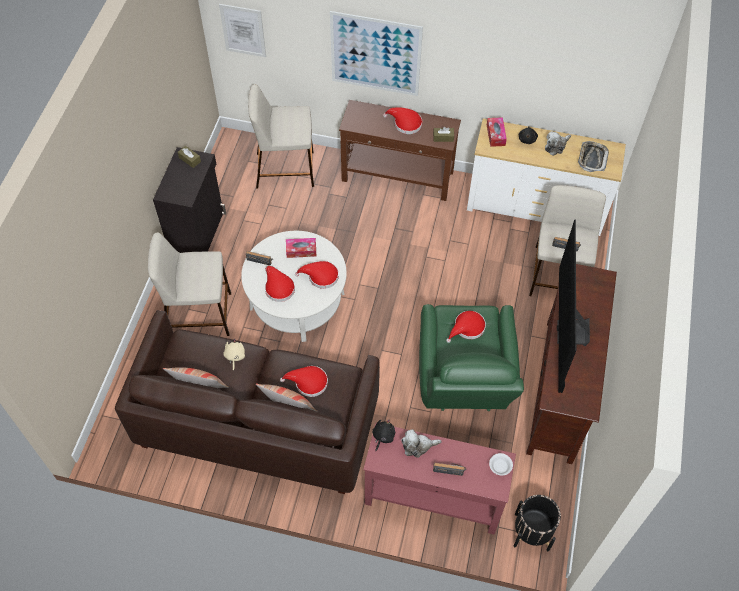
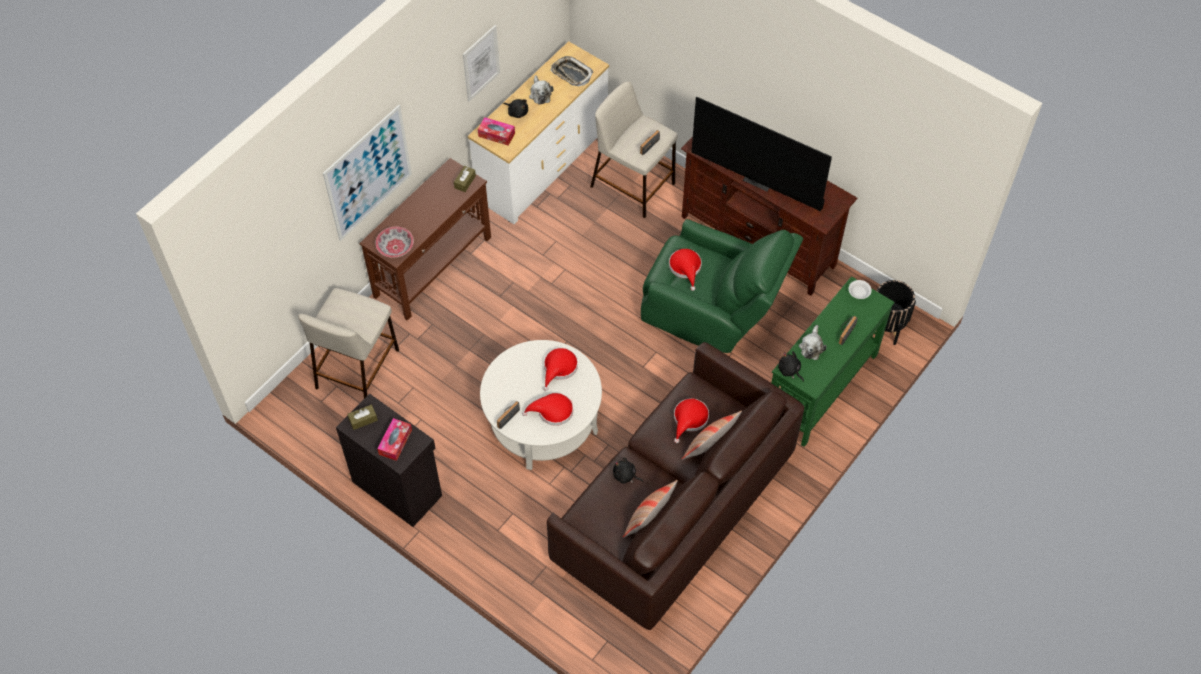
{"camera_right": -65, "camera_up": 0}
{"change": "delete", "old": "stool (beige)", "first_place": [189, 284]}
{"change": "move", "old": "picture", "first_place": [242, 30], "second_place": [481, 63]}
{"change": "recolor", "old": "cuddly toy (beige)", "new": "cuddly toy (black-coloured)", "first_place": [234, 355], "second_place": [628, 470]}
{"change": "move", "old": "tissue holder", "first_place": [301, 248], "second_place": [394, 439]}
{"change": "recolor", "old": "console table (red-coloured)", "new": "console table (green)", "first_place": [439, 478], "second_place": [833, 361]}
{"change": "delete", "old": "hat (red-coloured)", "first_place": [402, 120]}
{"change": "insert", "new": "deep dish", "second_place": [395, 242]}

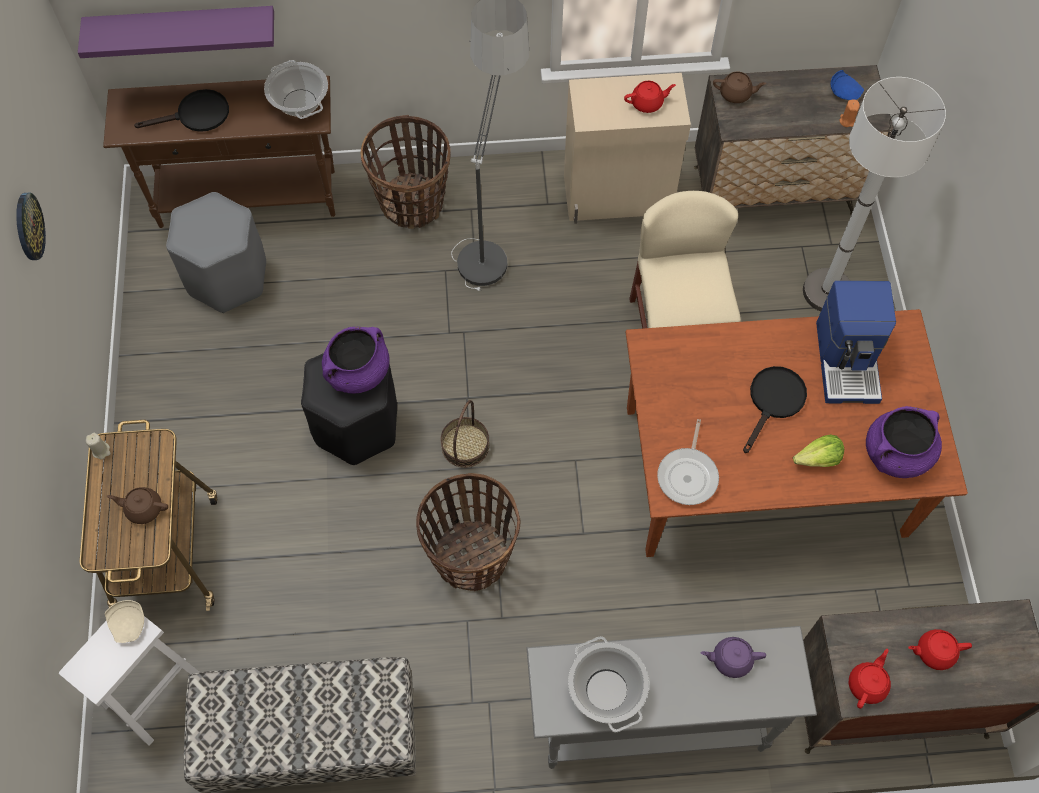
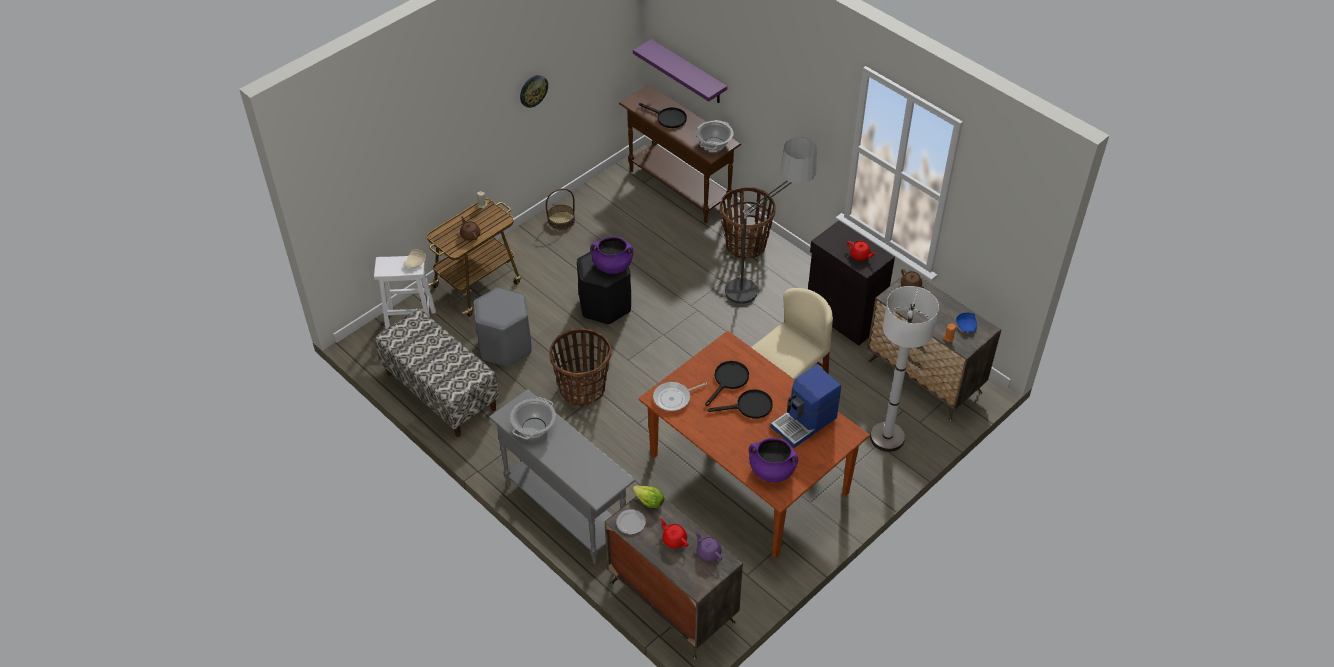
{"camera_right": 50, "camera_up": -15}
{"change": "move", "old": "stool (greyish)", "first_place": [216, 252], "second_place": [502, 327]}
{"change": "move", "old": "household basket", "first_place": [465, 434], "second_place": [560, 209]}
{"change": "recolor", "old": "cupboard (beige)", "new": "cupboard (black-coloured)", "first_place": [627, 148], "second_place": [851, 283]}
{"change": "move", "old": "pot for tea (purplish)", "first_place": [733, 657], "second_place": [708, 545]}
{"change": "move", "old": "lettuce head", "first_place": [818, 450], "second_place": [648, 497]}
{"change": "replace", "old": "pot for tea (red-coloured)", "new": "dinner plate", "first_place": [870, 679], "second_place": [631, 522]}
{"change": "insert", "new": "skillet (black-coloured)", "second_place": [727, 383]}

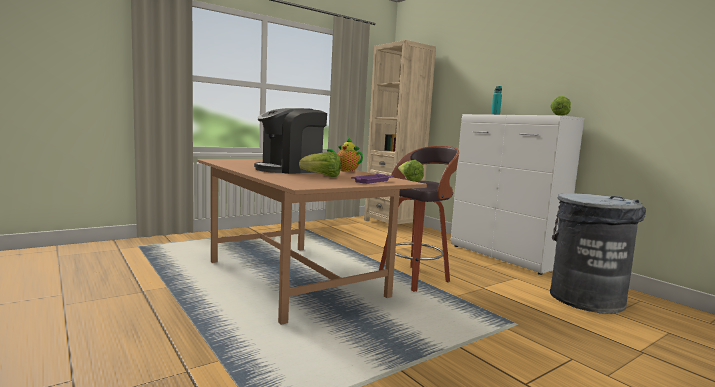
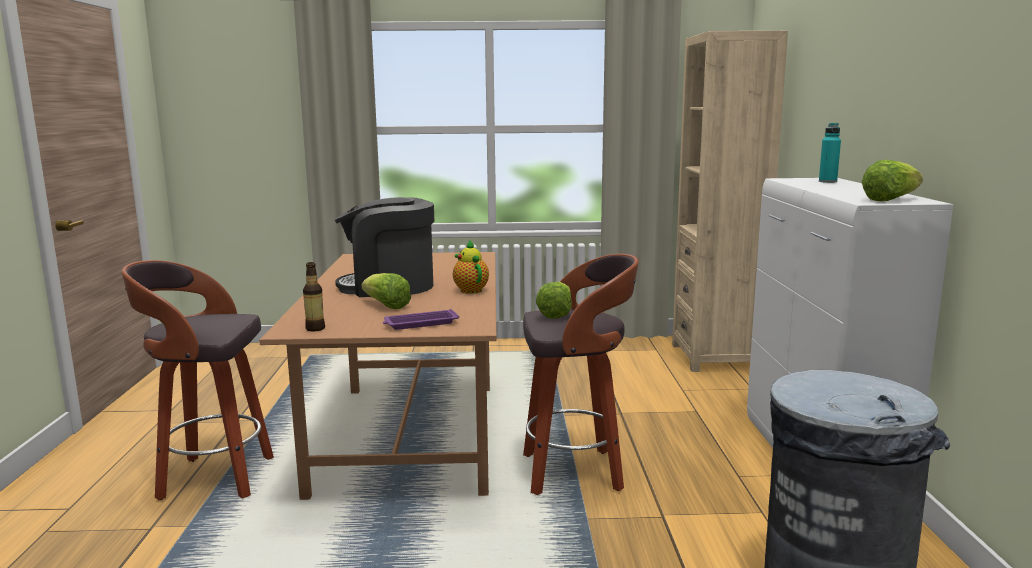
{"camera_right": 35, "camera_up": 5}
{"change": "insert", "new": "stool", "second_place": [197, 380]}
{"change": "insert", "new": "beverage bottle", "second_place": [314, 297]}

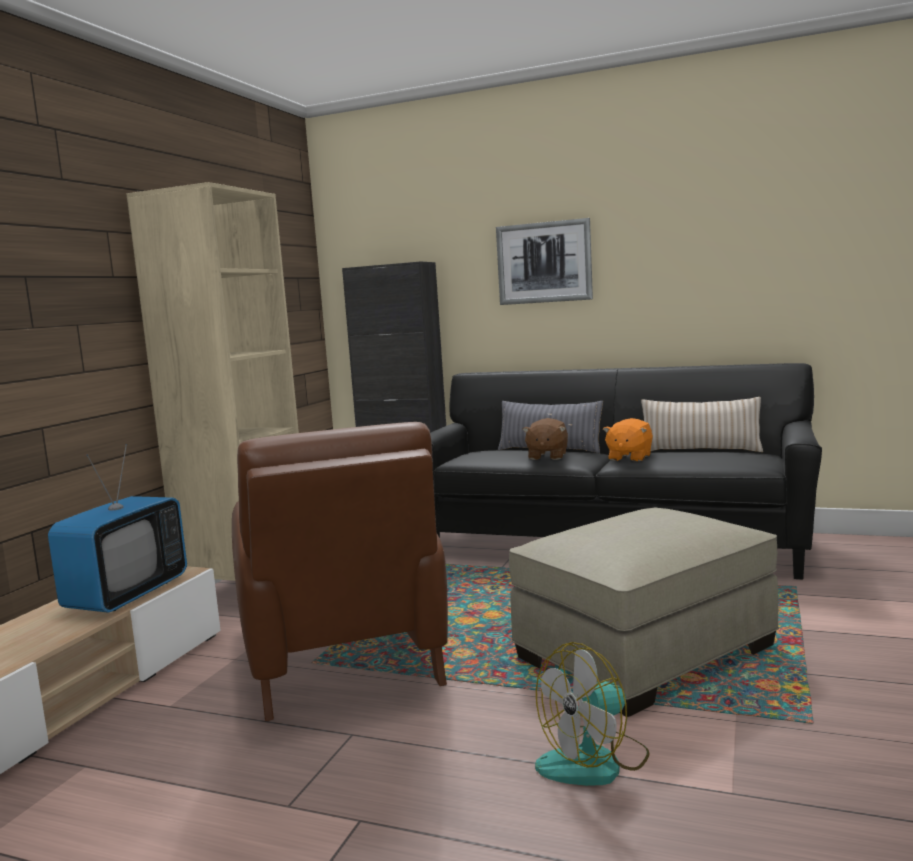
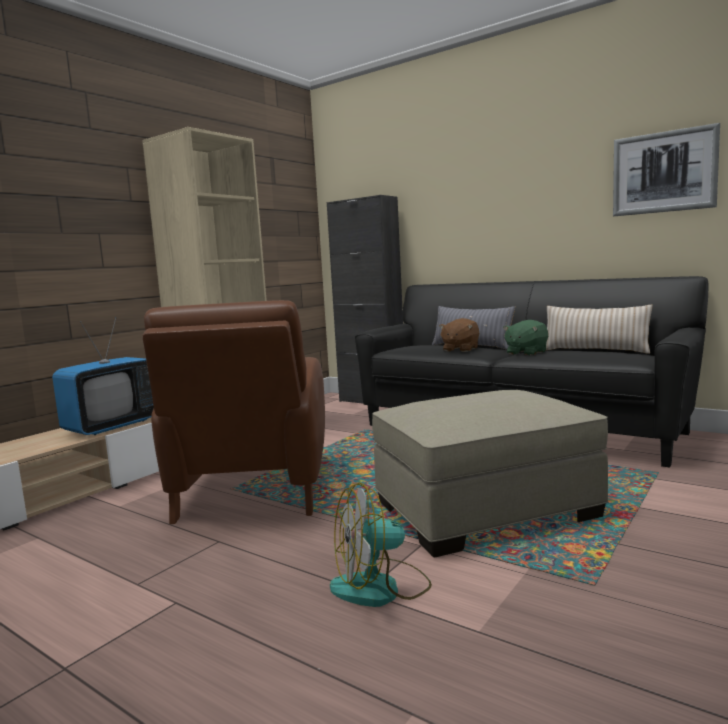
{"camera_right": 15, "camera_up": 0}
{"change": "move", "old": "picture", "first_place": [544, 261], "second_place": [666, 169]}
{"change": "recolor", "old": "cuddly toy (orange)", "new": "cuddly toy (green)", "first_place": [628, 439], "second_place": [525, 337]}

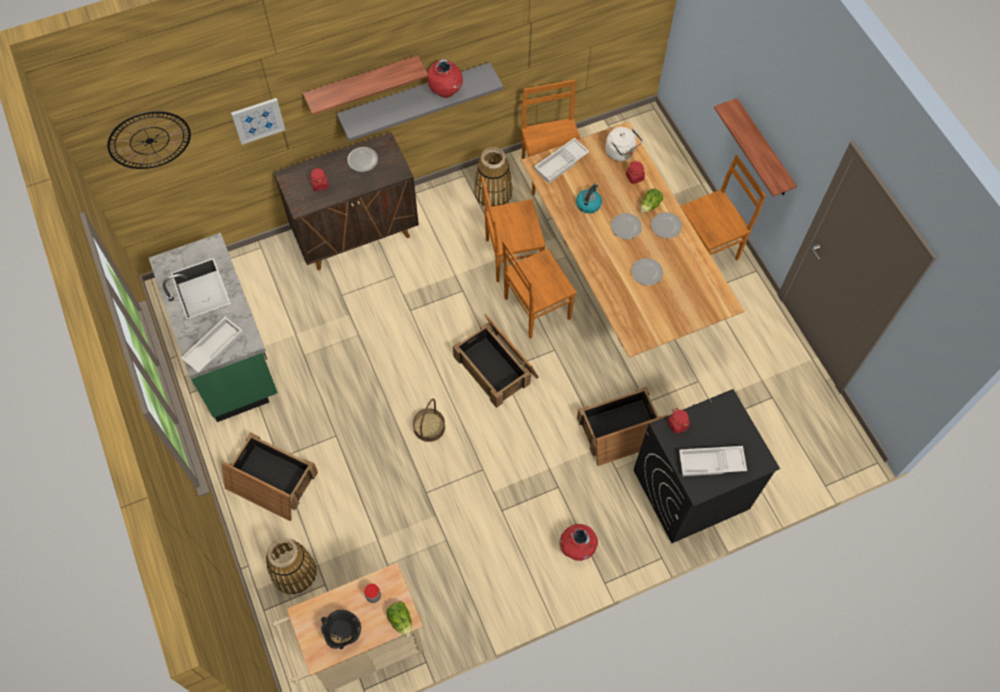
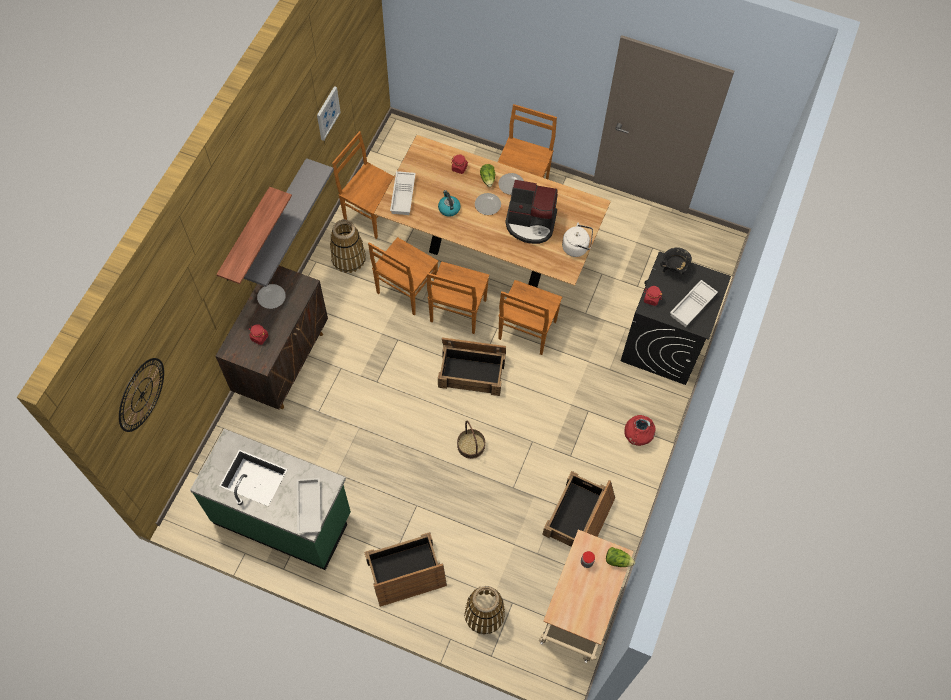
{"camera_right": -45, "camera_up": 0}
{"change": "move", "old": "picture", "first_place": [258, 121], "second_place": [329, 113]}
{"change": "move", "old": "cooking pot (black-coloured)", "first_place": [341, 629], "second_place": [676, 260]}
{"change": "delete", "old": "vase (red-coloured)", "first_place": [445, 78]}
{"change": "move", "old": "shipping crate", "first_place": [622, 426], "second_place": [578, 509]}
{"change": "move", "old": "kettle (white-coloured)", "first_place": [624, 144], "second_place": [577, 240]}
{"change": "replace", "old": "dinner plate", "new": "coffee machine", "first_place": [647, 272], "second_place": [531, 212]}
{"change": "delete", "old": "wall shelf", "first_place": [755, 147]}
{"change": "insert", "new": "plain chair (brown)", "second_place": [530, 317]}

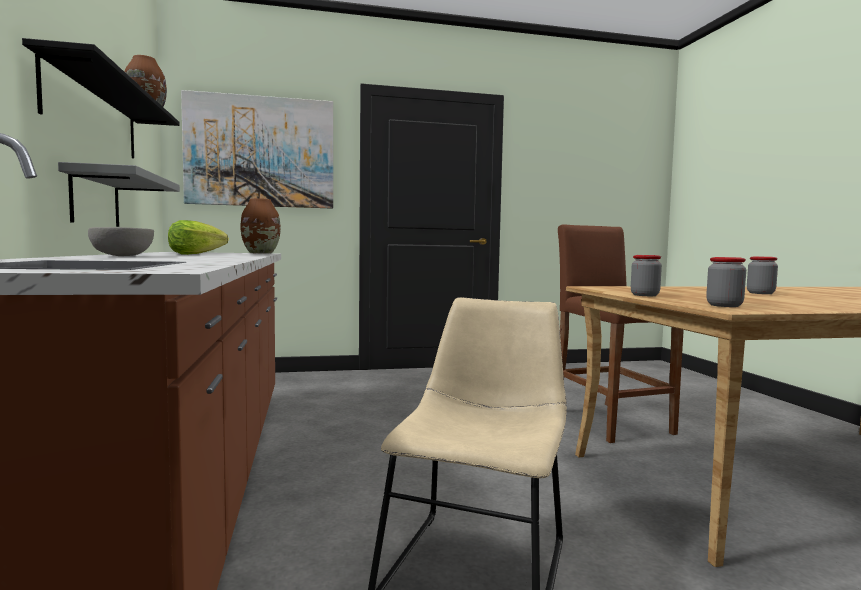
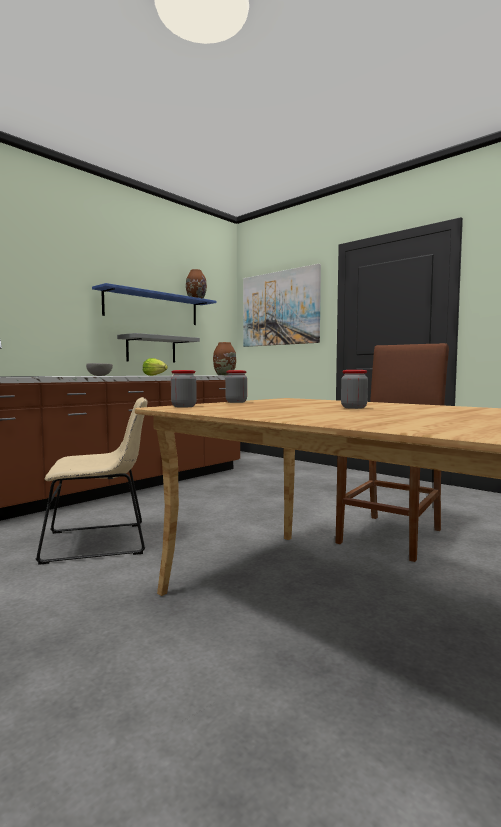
{"camera_right": 55, "camera_up": 0}
{"change": "recolor", "old": "wall shelf (black-coloured)", "new": "wall shelf (blue-coloured)", "first_place": [101, 98], "second_place": [154, 304]}

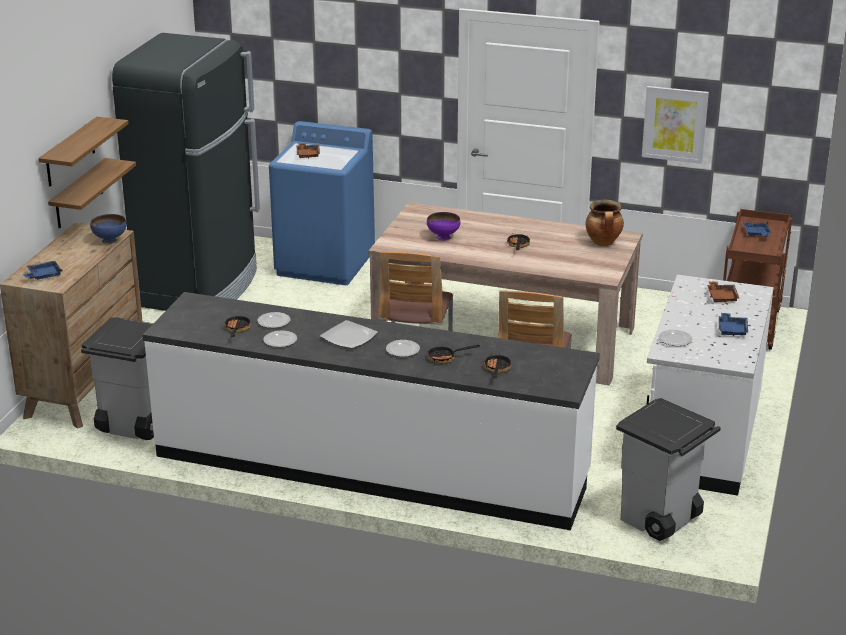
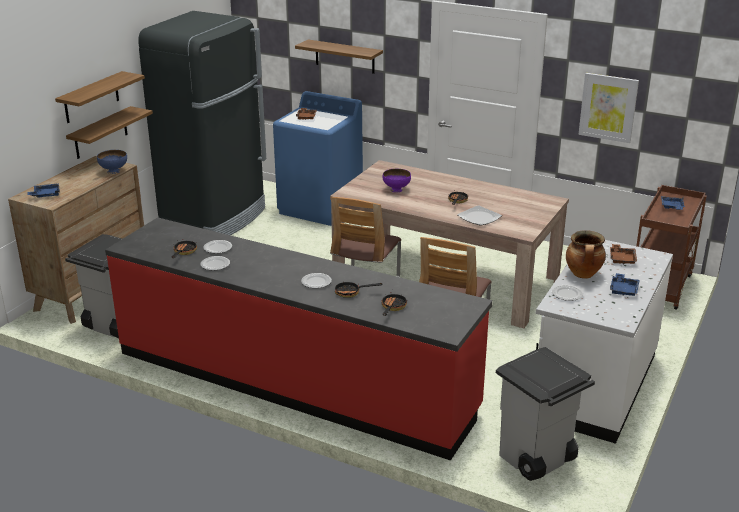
{"camera_right": 10, "camera_up": 0}
{"change": "recolor", "old": "kitchen counter (white-coloured)", "new": "kitchen counter (red-coloured)", "first_place": [371, 411], "second_place": [299, 338]}
{"change": "move", "old": "dinner plate", "first_place": [349, 334], "second_place": [479, 215]}
{"change": "move", "old": "cooking pot", "first_place": [605, 223], "second_place": [586, 254]}
{"change": "insert", "new": "wall shelf", "second_place": [339, 56]}

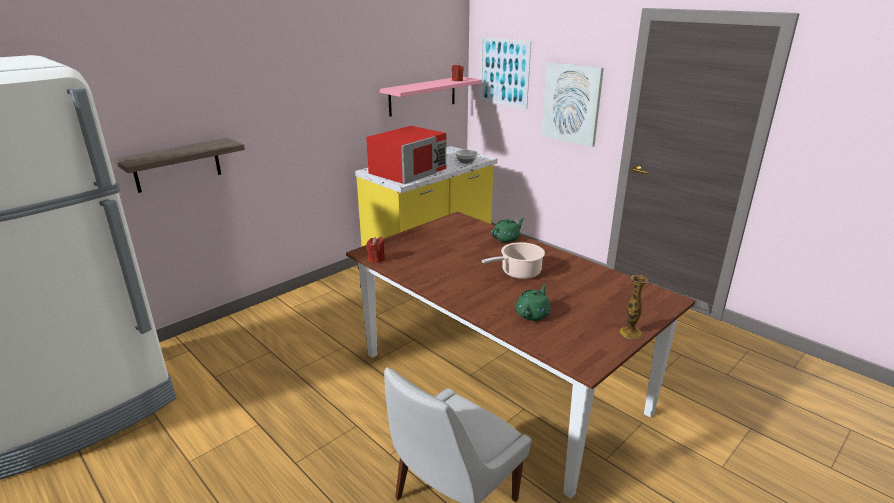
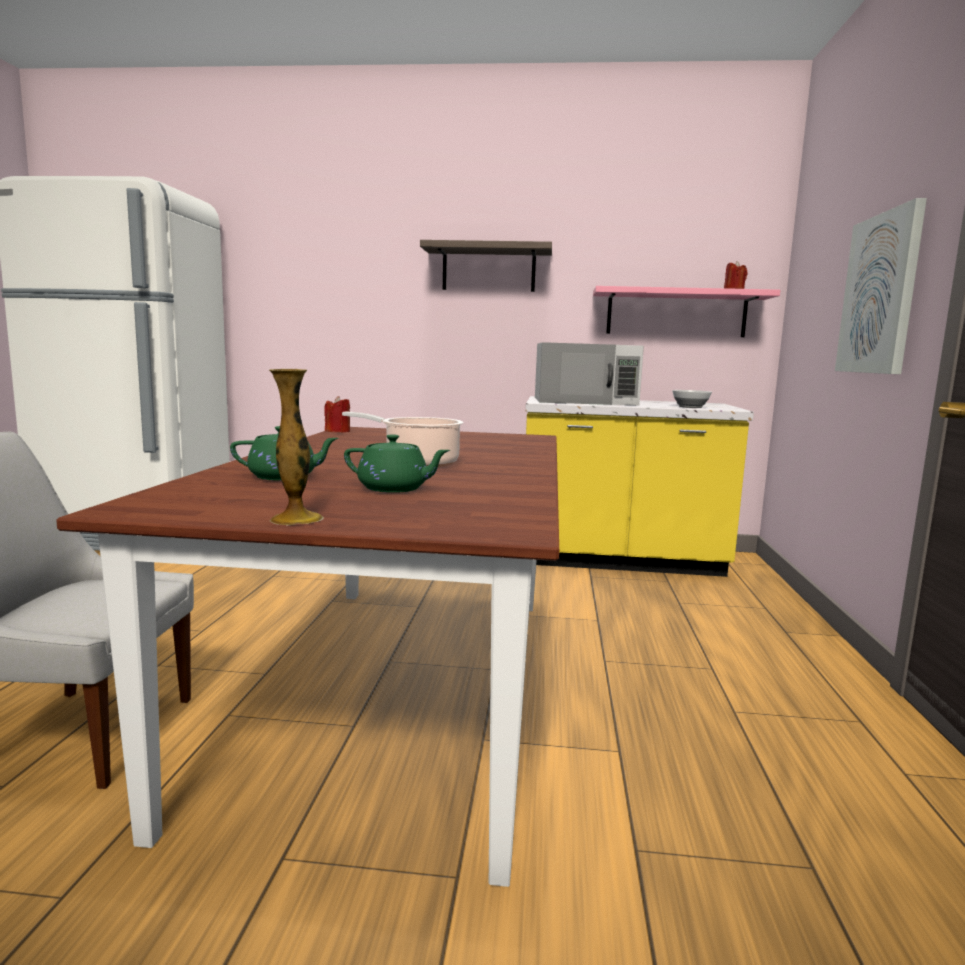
{"camera_right": 50, "camera_up": -15}
{"change": "move", "old": "wall shelf", "first_place": [179, 165], "second_place": [486, 266]}
{"change": "recolor", "old": "microwave (red-coloured)", "new": "microwave (white-coloured)", "first_place": [406, 155], "second_place": [589, 373]}
{"change": "delete", "old": "picture", "first_place": [505, 73]}
{"change": "move", "old": "pot for tea (green)", "first_place": [507, 230], "second_place": [397, 463]}

